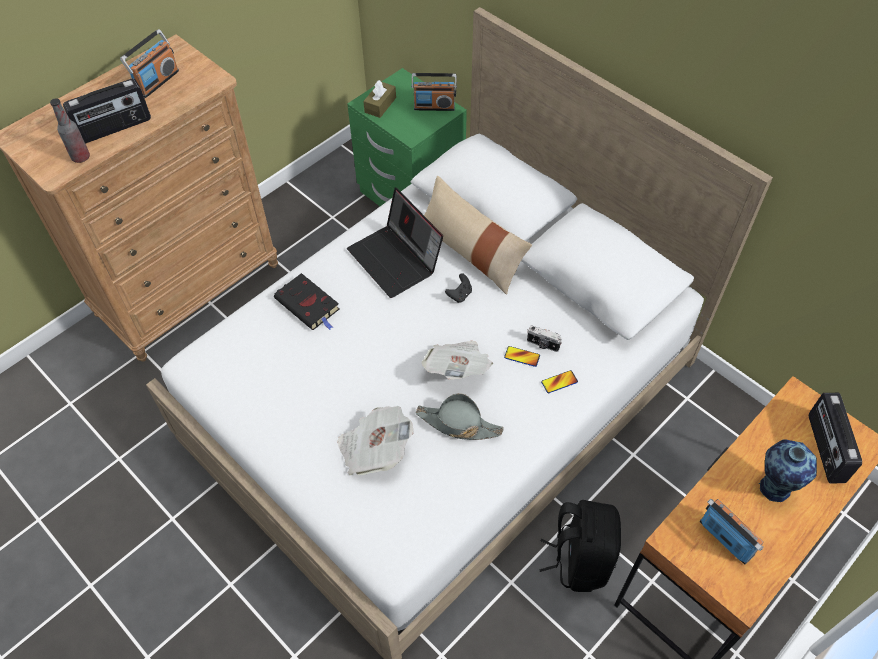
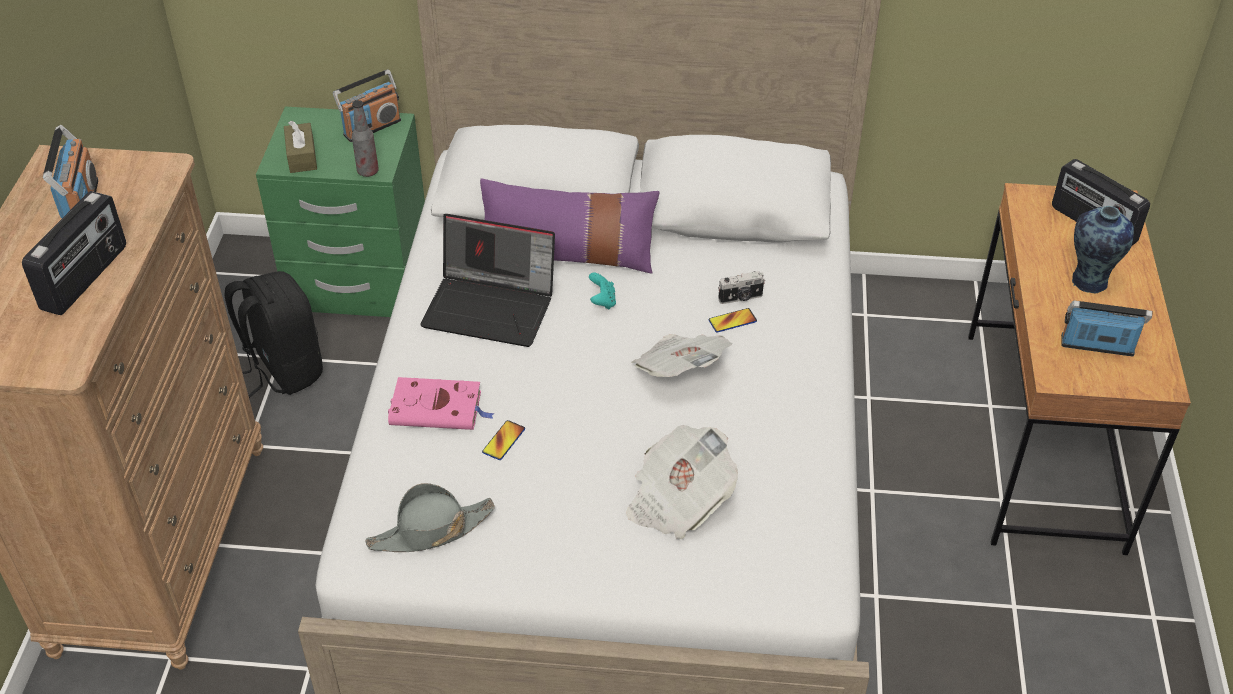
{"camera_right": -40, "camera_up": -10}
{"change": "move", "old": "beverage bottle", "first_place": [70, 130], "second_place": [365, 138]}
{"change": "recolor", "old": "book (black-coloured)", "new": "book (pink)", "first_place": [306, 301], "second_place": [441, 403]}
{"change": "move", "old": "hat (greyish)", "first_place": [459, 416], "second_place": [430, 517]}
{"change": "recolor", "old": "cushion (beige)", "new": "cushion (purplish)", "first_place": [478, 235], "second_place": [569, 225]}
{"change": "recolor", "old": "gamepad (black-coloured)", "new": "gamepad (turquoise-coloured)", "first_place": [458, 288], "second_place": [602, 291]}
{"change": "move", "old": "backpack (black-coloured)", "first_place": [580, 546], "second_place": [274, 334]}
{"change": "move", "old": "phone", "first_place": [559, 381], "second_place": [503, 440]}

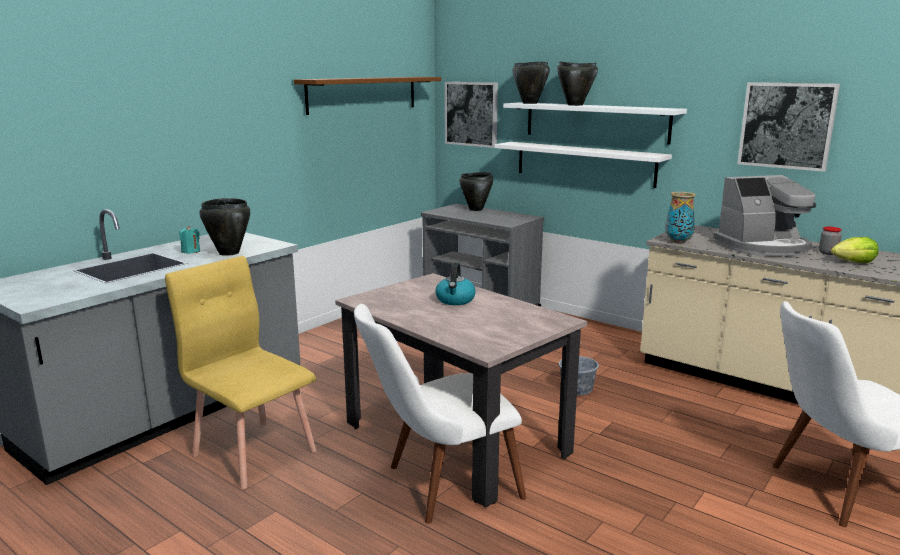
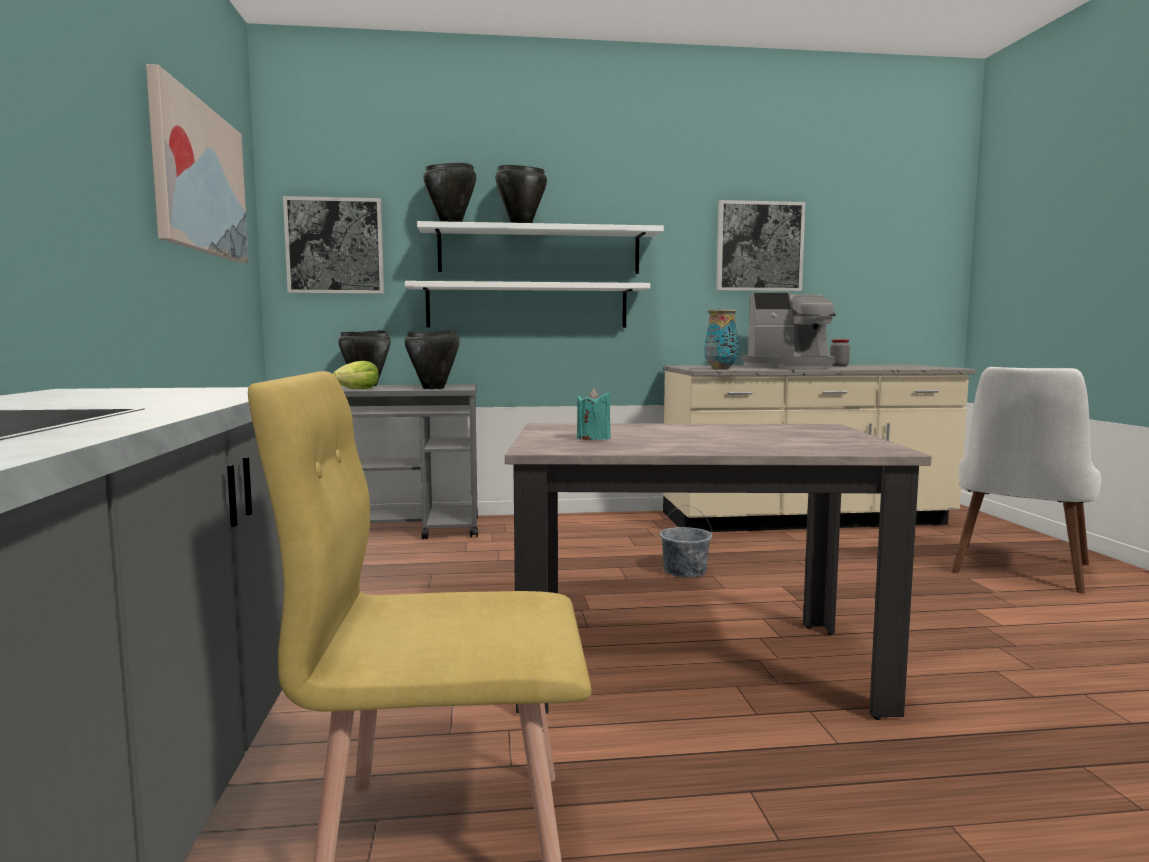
{"camera_right": -45, "camera_up": -10}
{"change": "move", "old": "wax candle (turquoise-coloured)", "first_place": [189, 240], "second_place": [594, 414]}
{"change": "move", "old": "cooking pot (black-coloured)", "first_place": [224, 227], "second_place": [432, 359]}
{"change": "replace", "old": "wall shelf (brown)", "new": "picture", "first_place": [367, 96], "second_place": [197, 163]}
{"change": "delete", "old": "plain chair (white-coloured)", "first_place": [440, 414]}
{"change": "delete", "old": "kettle", "first_place": [455, 284]}
{"change": "rotate", "old": "coffee machine", "first_place": [764, 216], "second_place": [788, 330], "degrees": 60}
{"change": "move", "old": "lettuce head", "first_place": [855, 250], "second_place": [355, 375]}

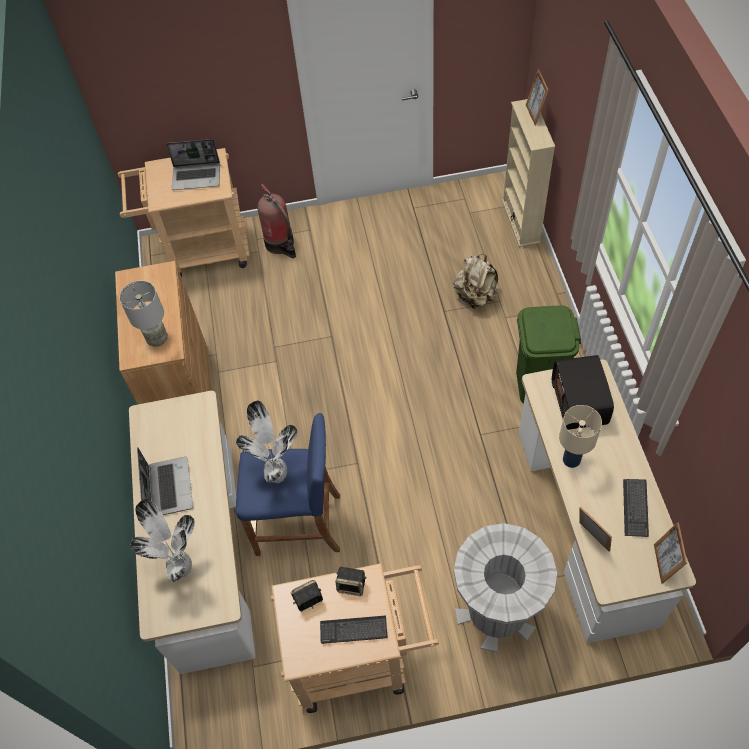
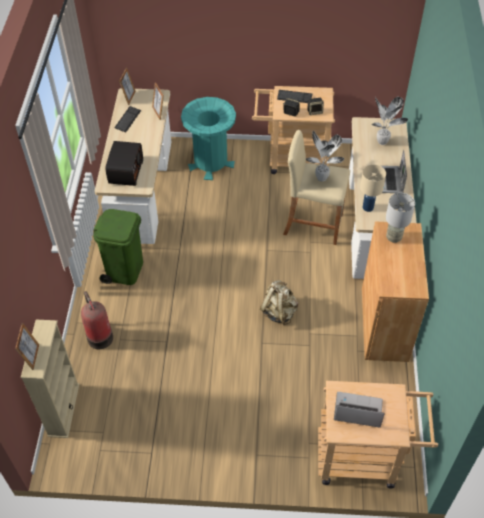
{"camera_right": -170, "camera_up": -5}
{"change": "recolor", "old": "stool (blue-coloured)", "new": "stool (beige)", "first_place": [287, 484], "second_place": [316, 187]}
{"change": "move", "old": "extinguisher", "first_place": [276, 221], "second_place": [97, 320]}
{"change": "move", "old": "backpack (beige)", "first_place": [476, 281], "second_place": [279, 302]}
{"change": "recolor", "old": "waste bin (greyish)", "new": "waste bin (turquoise-coloured)", "first_place": [505, 587], "second_place": [208, 138]}
{"change": "move", "old": "lamp for a table (beige)", "first_place": [580, 436], "second_place": [373, 188]}

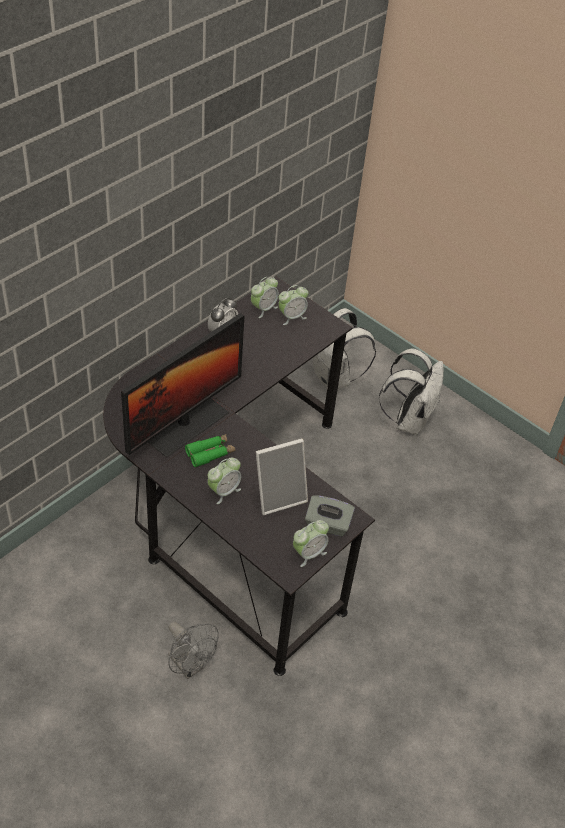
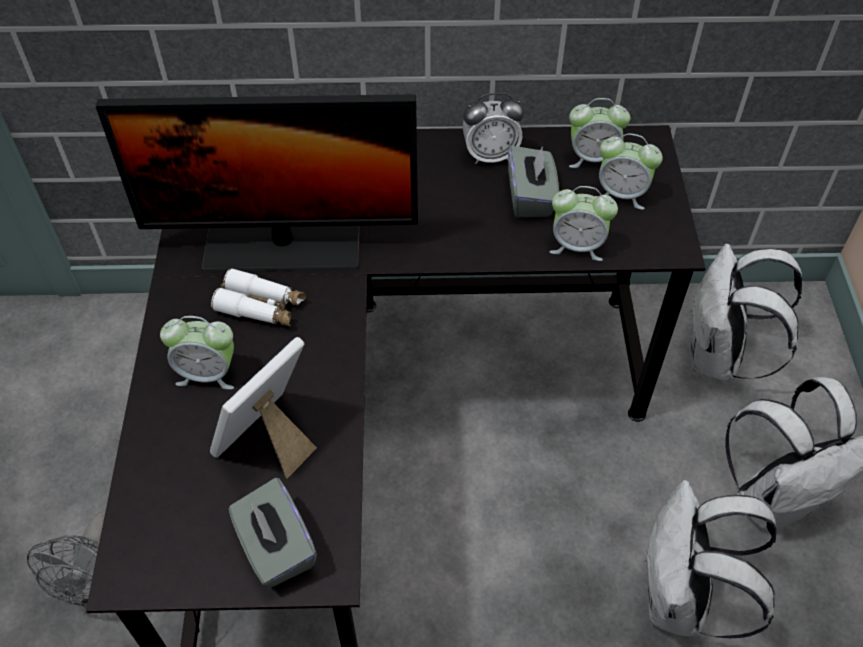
{"camera_right": 50, "camera_up": 5}
{"change": "recolor", "old": "pair of binoculars (green)", "new": "pair of binoculars (white-coloured)", "first_place": [210, 450], "second_place": [258, 297]}
{"change": "rotate", "old": "picture frame", "first_place": [282, 476], "second_place": [263, 408], "degrees": 105}
{"change": "move", "old": "table clock", "first_place": [311, 543], "second_place": [584, 223]}
{"change": "insert", "new": "tissue holder (greyish)", "second_place": [533, 181]}
{"change": "insert", "new": "backpack (white-coloured)", "second_place": [710, 559]}

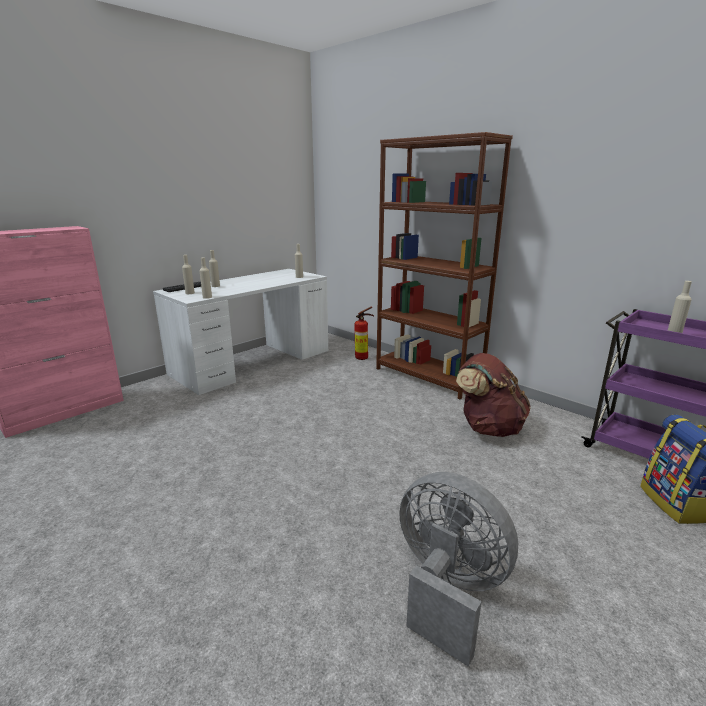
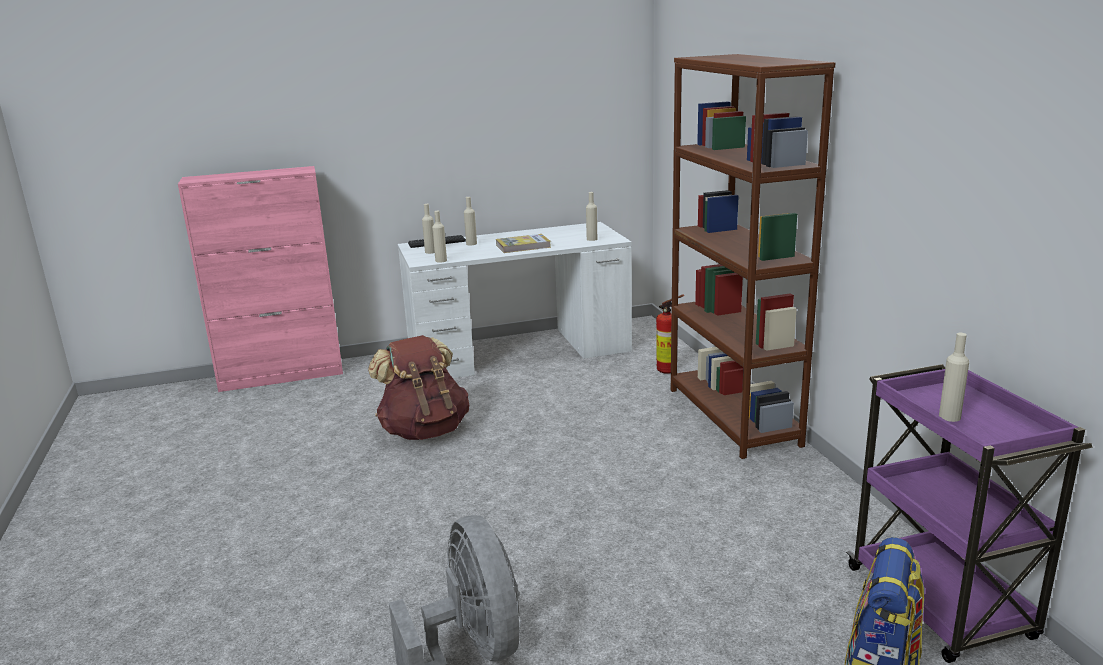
{"camera_right": 30, "camera_up": 0}
{"change": "move", "old": "backpack (brown)", "first_place": [493, 395], "second_place": [418, 387]}
{"change": "insert", "new": "book", "second_place": [523, 243]}

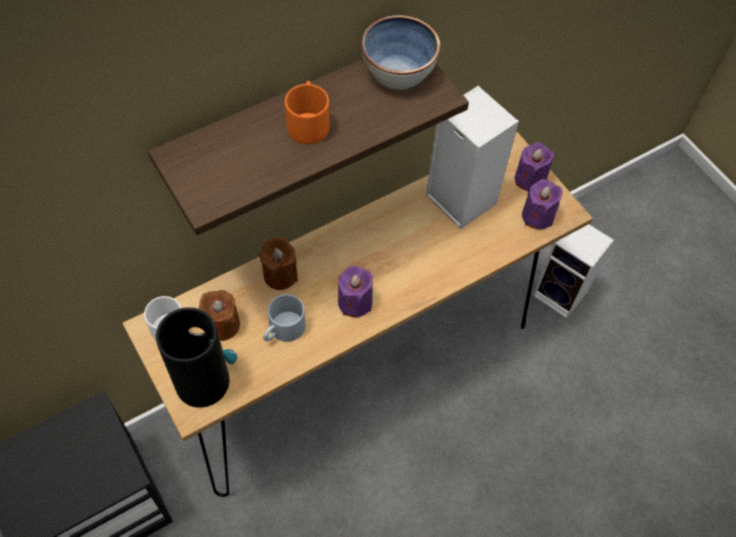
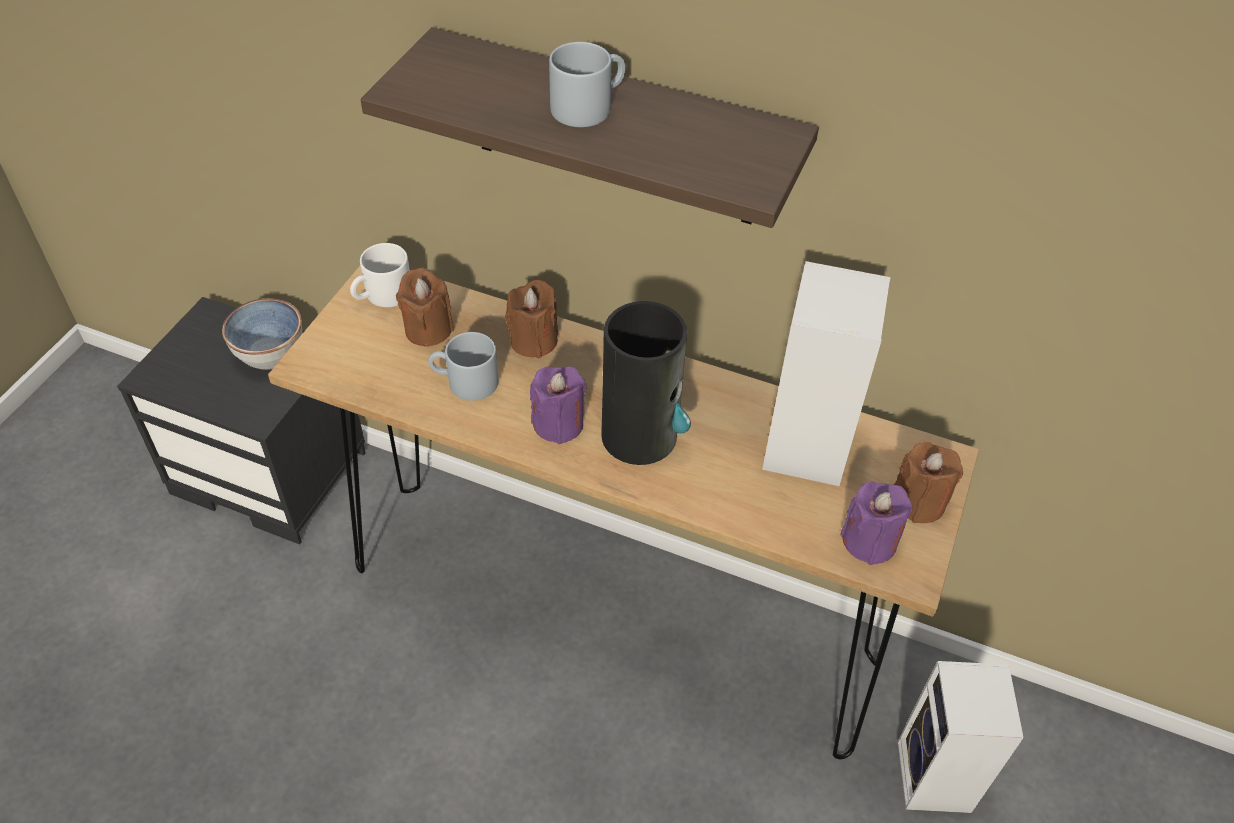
{"camera_right": 55, "camera_up": -10}
{"change": "move", "old": "vase", "first_place": [196, 357], "second_place": [646, 383]}
{"change": "recolor", "old": "tea mug (orange)", "new": "tea mug (greyish)", "first_place": [307, 112], "second_place": [587, 84]}
{"change": "move", "old": "deep dish", "first_place": [400, 52], "second_place": [262, 334]}
{"change": "recolor", "old": "wax candle (purplish)", "new": "wax candle (brown)", "first_place": [534, 166], "second_place": [928, 482]}

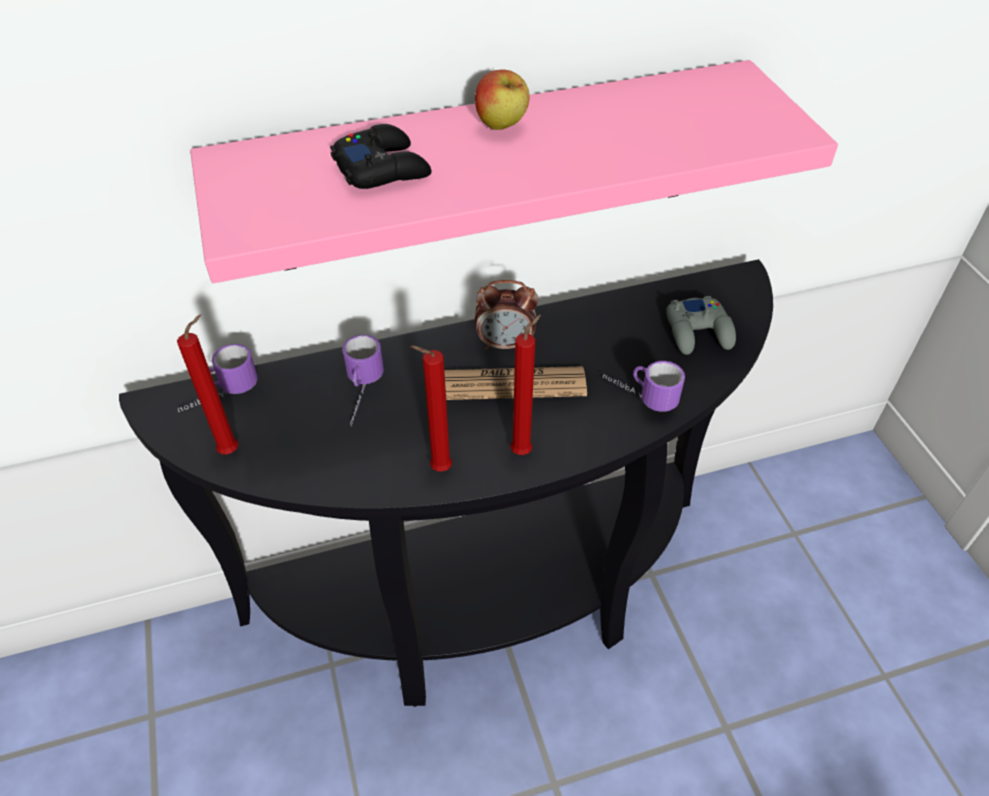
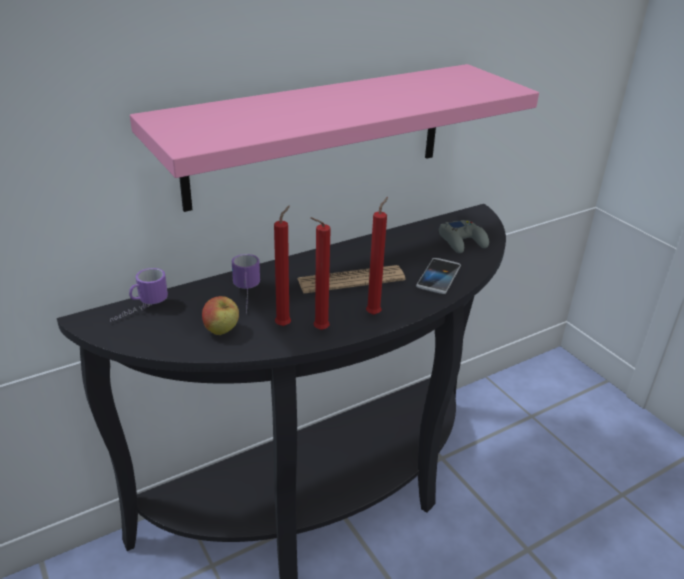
{"camera_right": -15, "camera_up": -15}
{"change": "move", "old": "wax candle (red-coloured)", "first_place": [207, 384], "second_place": [282, 266]}
{"change": "delete", "old": "gamepad (black-coloured)", "first_place": [380, 156]}
{"change": "move", "old": "apple fruit", "first_place": [502, 100], "second_place": [220, 315]}
{"change": "delete", "old": "table clock", "first_place": [506, 315]}
{"change": "replace", "old": "tea mug", "new": "phone", "first_place": [644, 386], "second_place": [438, 276]}

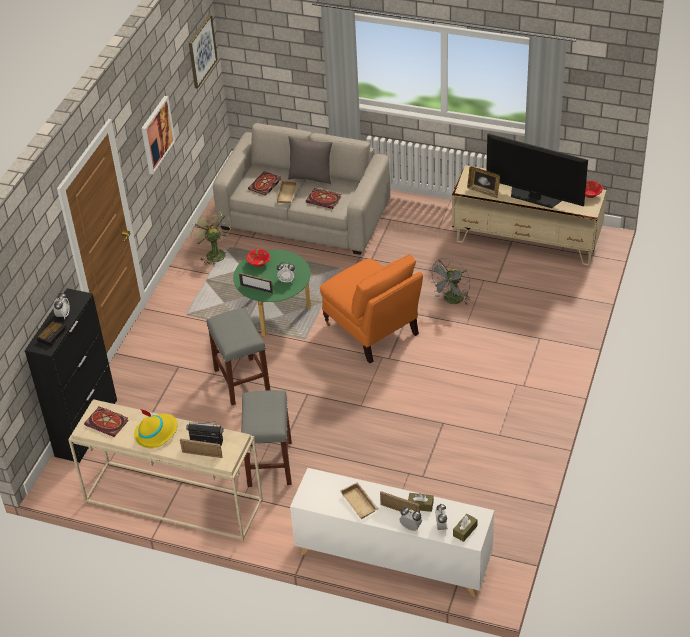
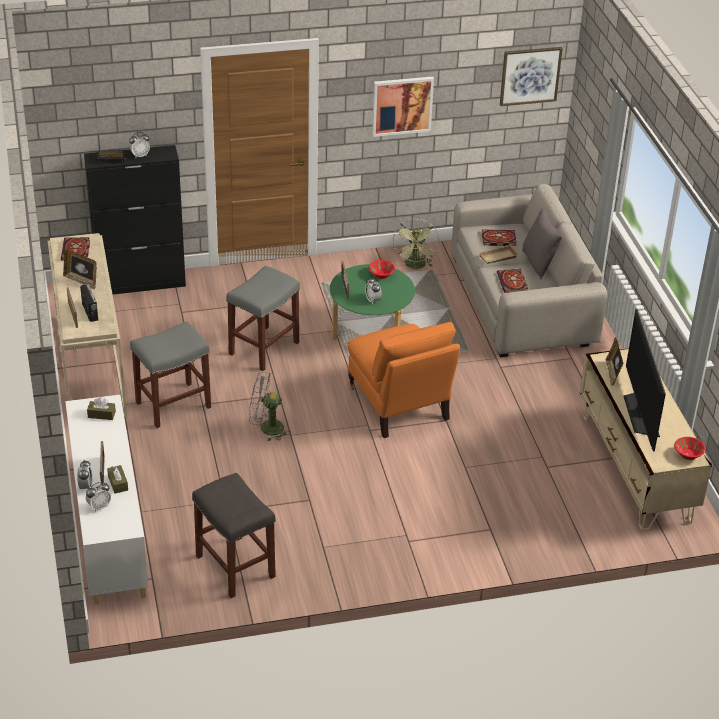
{"camera_right": 55, "camera_up": -5}
{"change": "replace", "old": "hat (yellowish)", "new": "picture frame", "first_place": [156, 429], "second_place": [80, 269]}
{"change": "rotate", "old": "fan (green)", "first_place": [210, 238], "second_place": [416, 244], "degrees": 150}
{"change": "rotate", "old": "lounge chair (orange)", "first_place": [371, 308], "second_place": [404, 380], "degrees": -45}
{"change": "delete", "old": "serving tray (beige)", "first_place": [359, 500]}
{"change": "move", "old": "fan (greyish)", "first_place": [449, 281], "second_place": [270, 406]}
{"change": "move", "old": "tissue holder (brown)", "first_place": [465, 528], "second_place": [101, 409]}
{"change": "insert", "new": "stool (greyish)", "second_place": [234, 535]}

